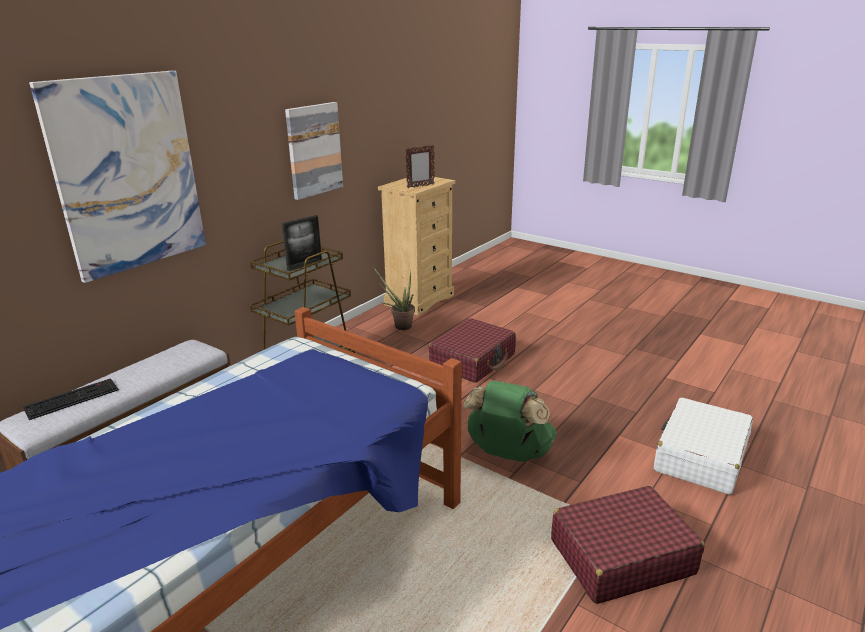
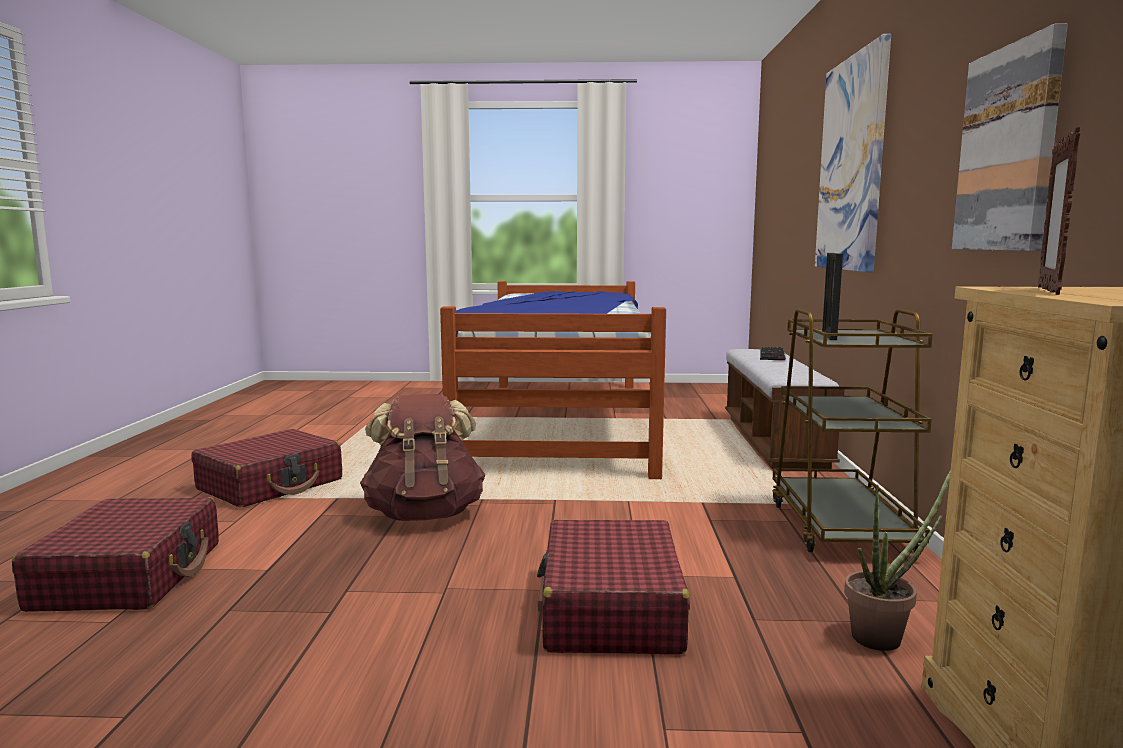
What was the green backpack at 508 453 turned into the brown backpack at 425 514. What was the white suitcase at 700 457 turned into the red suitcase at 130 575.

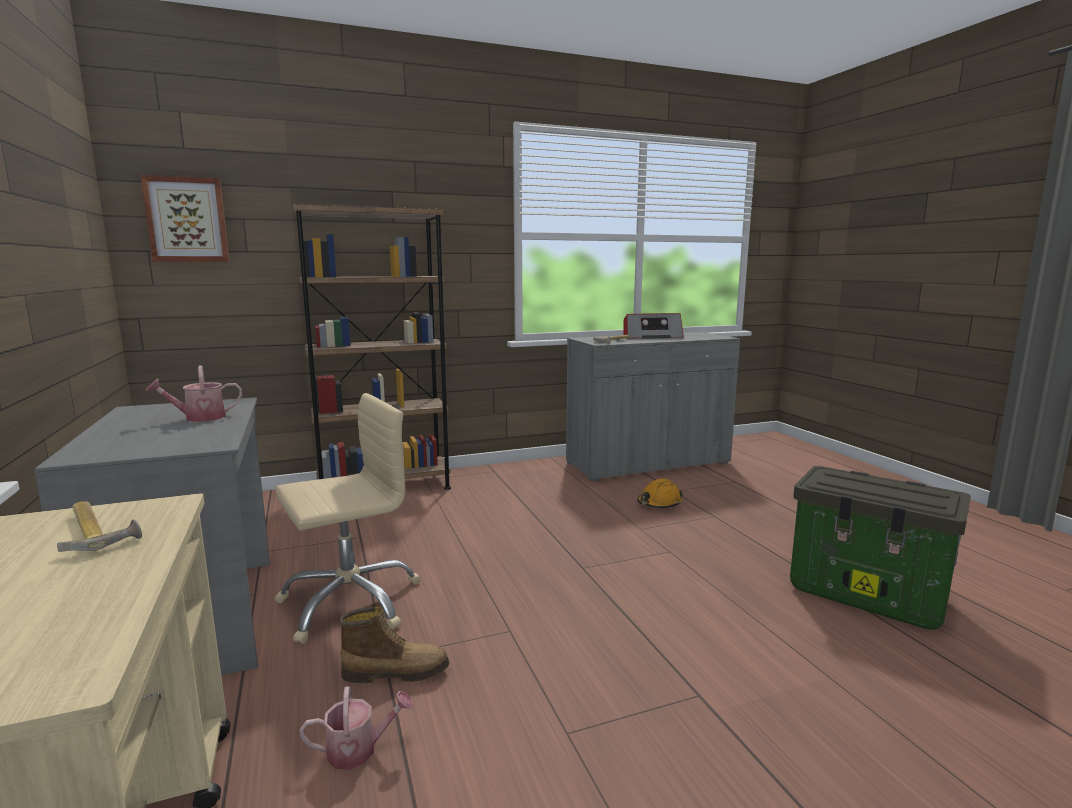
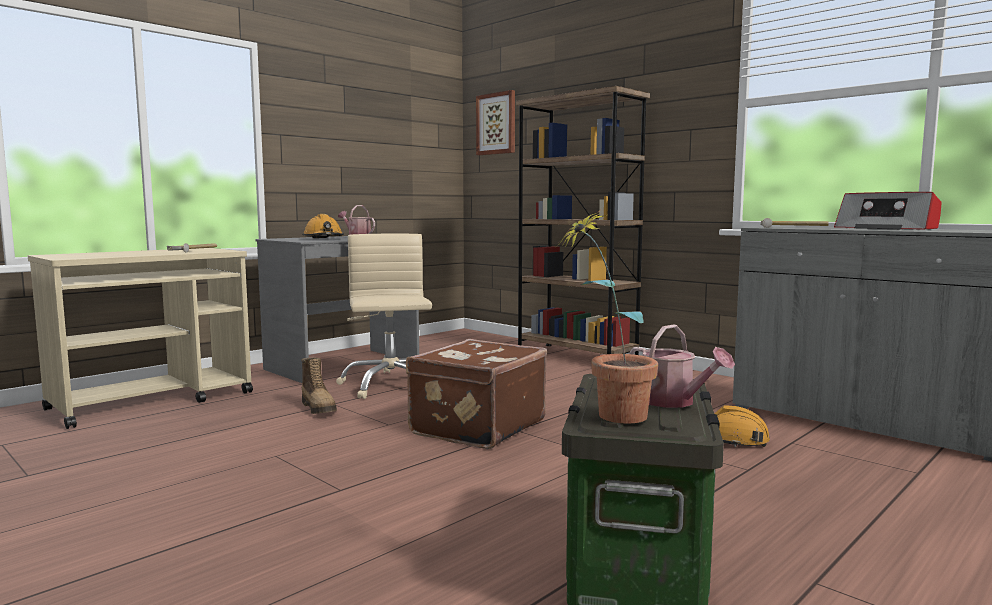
The second view gained the orange hard hat at 323 238. The second view gained the brown suitcase at 476 427. The second view gained the potted plant at 608 417. The watering can ended up elsewhere, having gone from 359 749 to 674 402. The beige office chair at 350 602 ended up facing another way, 135 degrees counterclockwise from before.

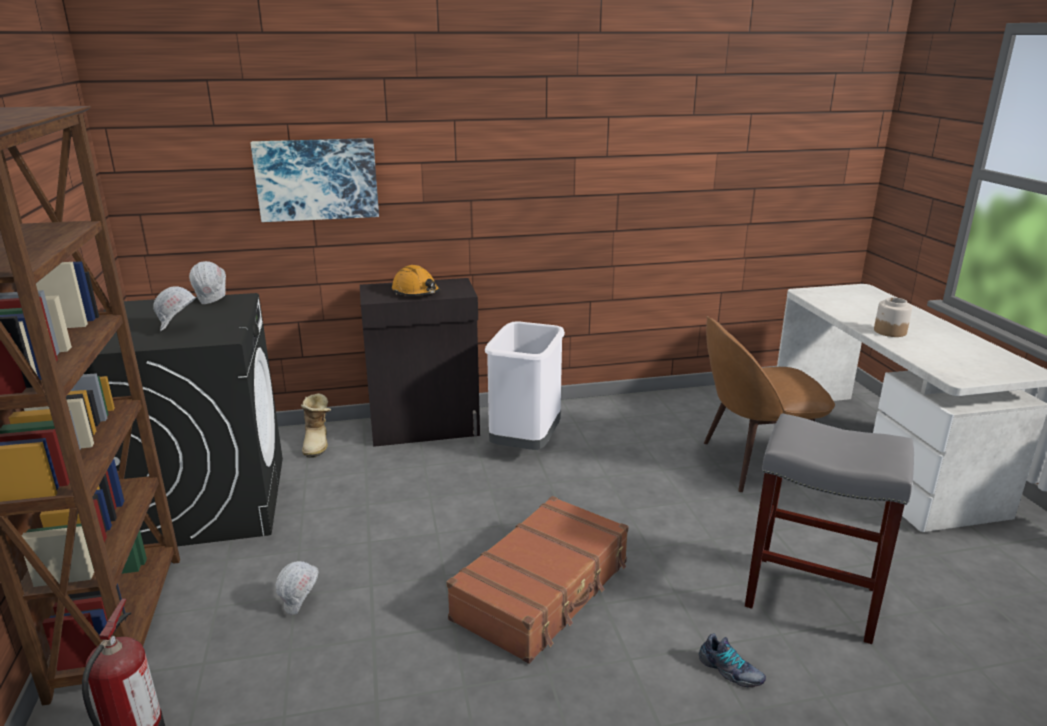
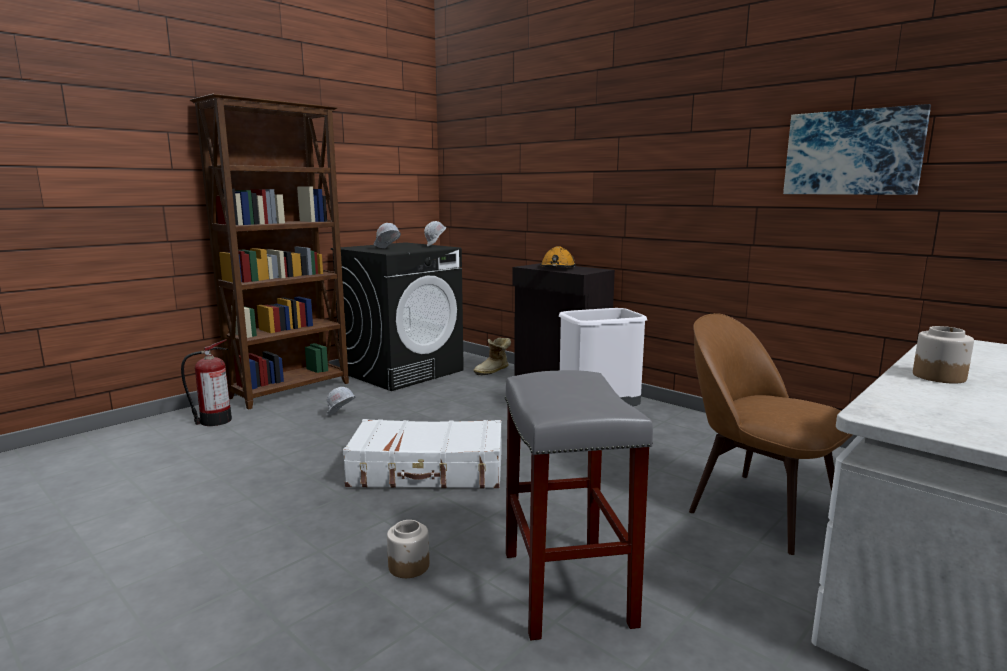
The picture ended up elsewhere, having gone from 317 179 to 852 153. Where the shoe stood at 730 671, the jar came to stand at 409 566. What was the brown suitcase at 543 590 turned into the white suitcase at 428 471.

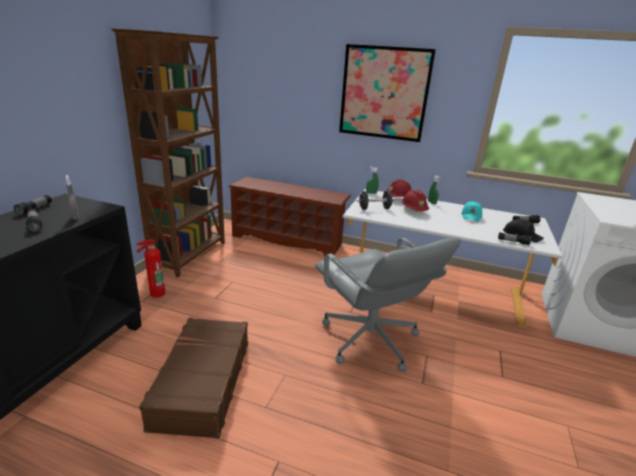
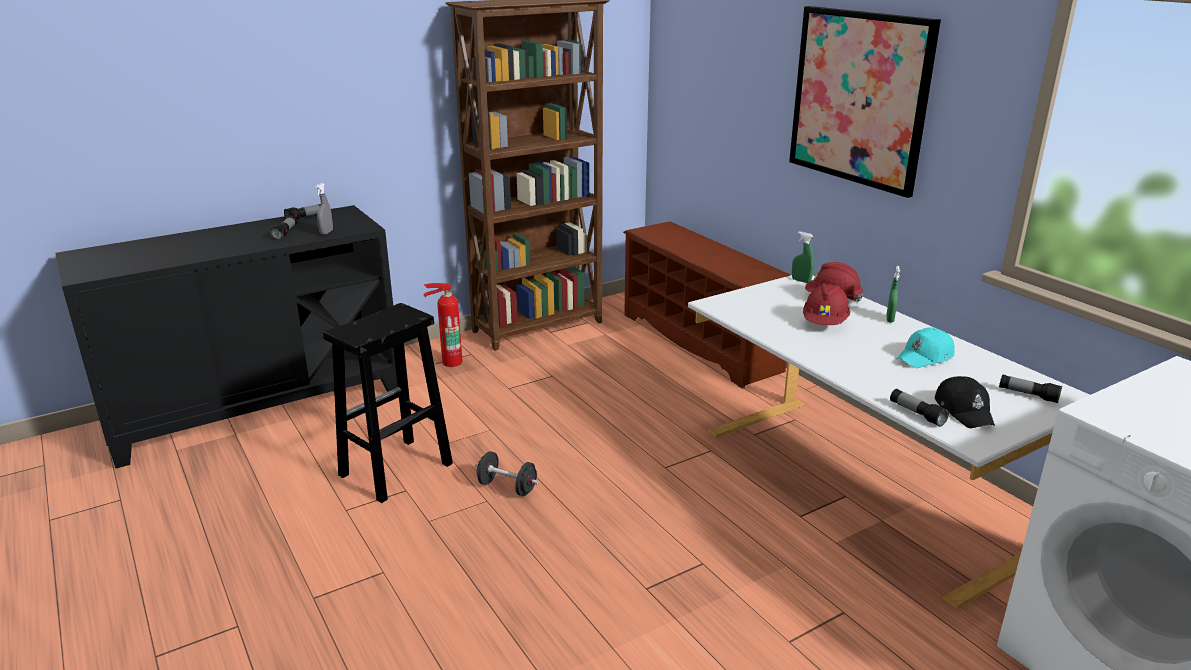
The second view lost the grey office chair at 370 340. The black dumbbell ended up elsewhere, having gone from 374 208 to 507 487. Where the brown suitcase stood at 201 383, the black stool came to stand at 394 470.

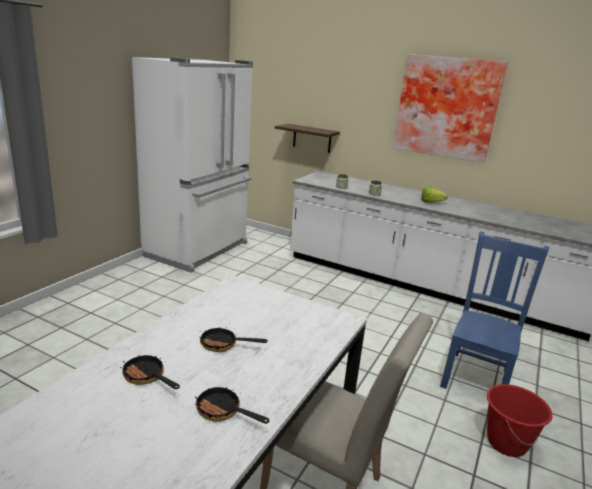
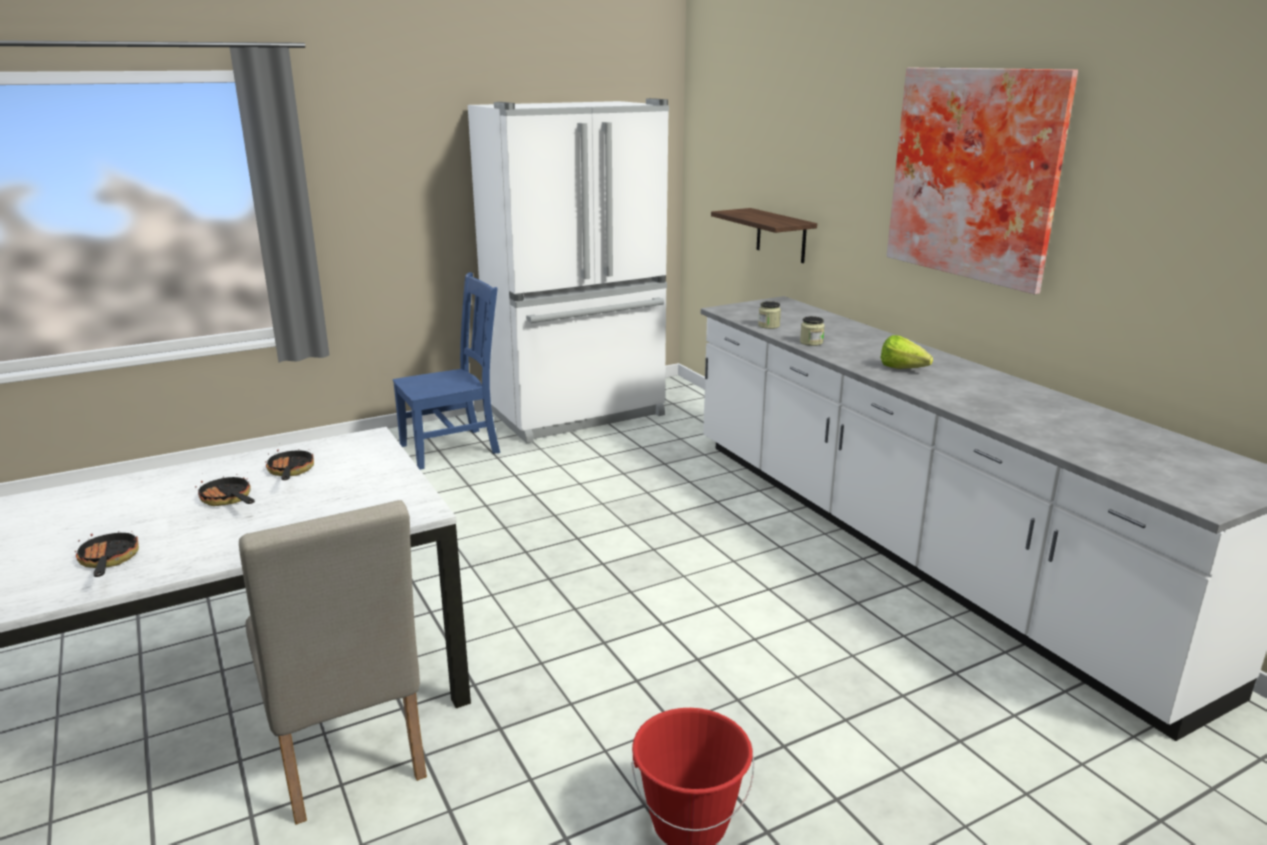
The frying pan ended up elsewhere, having gone from 147 377 to 290 472. The blue chair ended up elsewhere, having gone from 476 376 to 453 448.

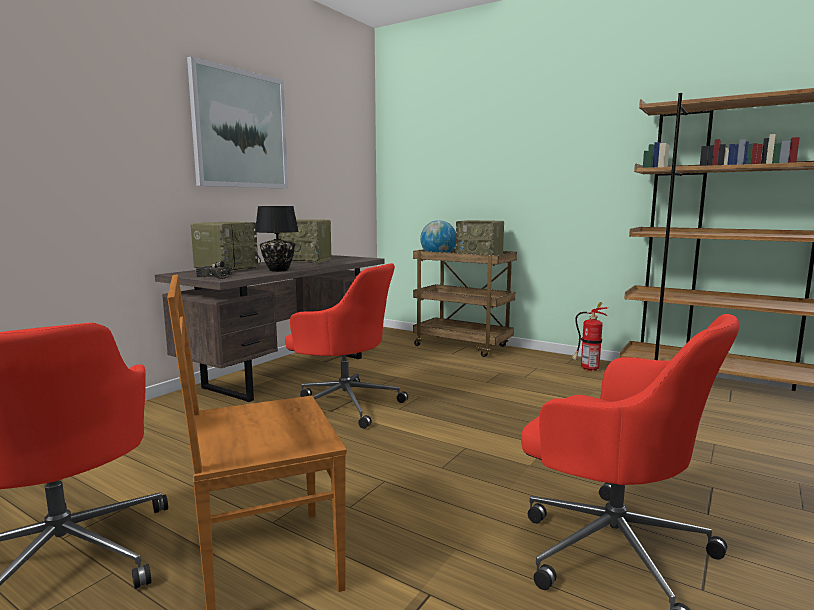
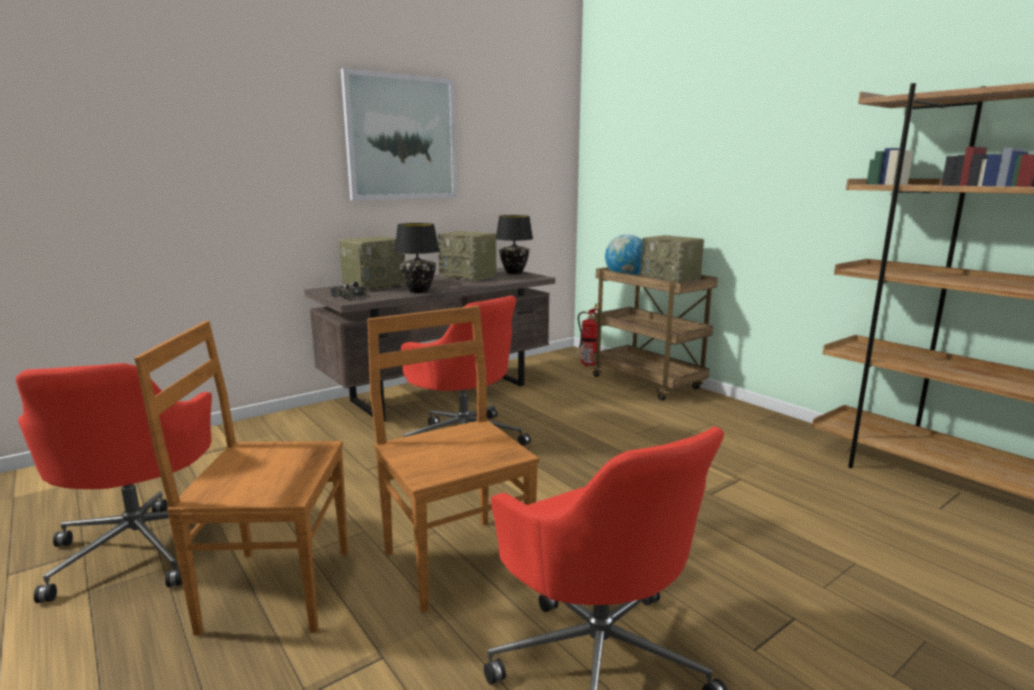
The second view gained the brown chair at 456 559. The second view gained the black table lamp at 514 272. The fire extinguisher ended up elsewhere, having gone from 587 369 to 587 364.

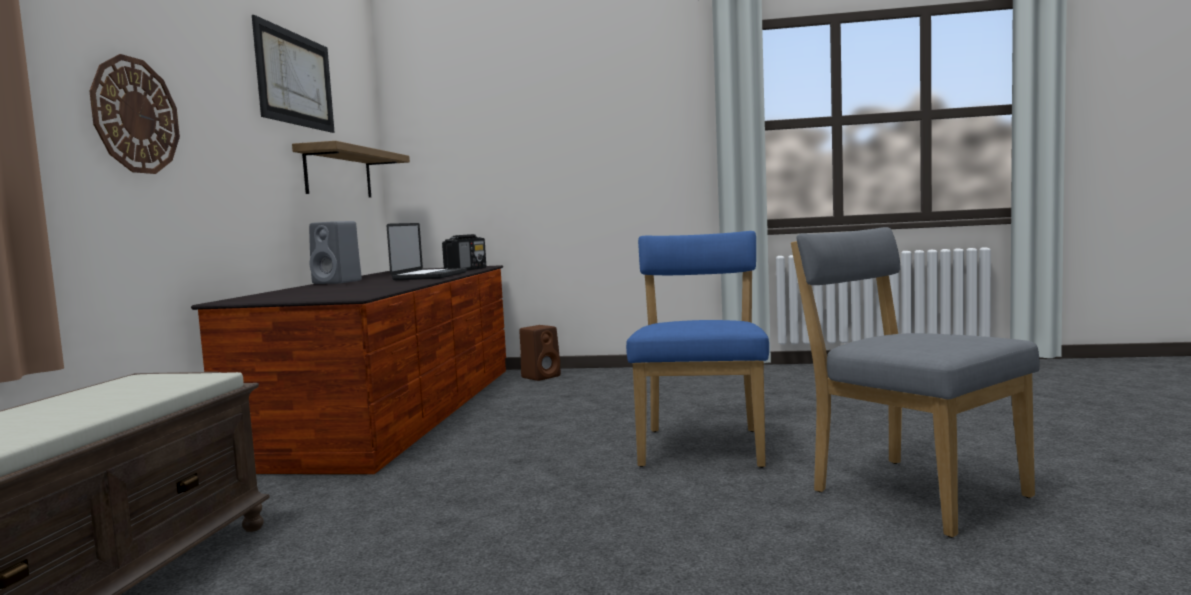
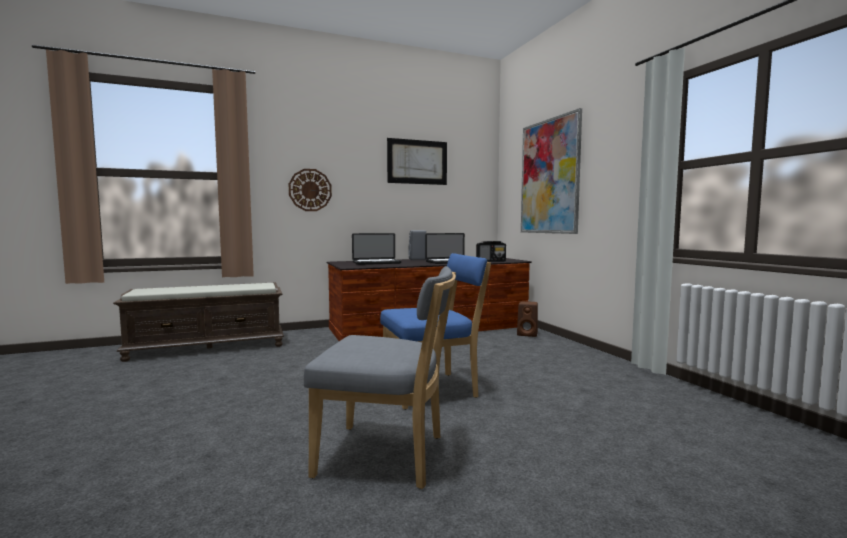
The second view lost the shelf at 338 173. The second view gained the laptop at 376 263. The second view gained the picture at 549 176. The grey chair at 910 492 ended up facing another way, 75 degrees clockwise from before.

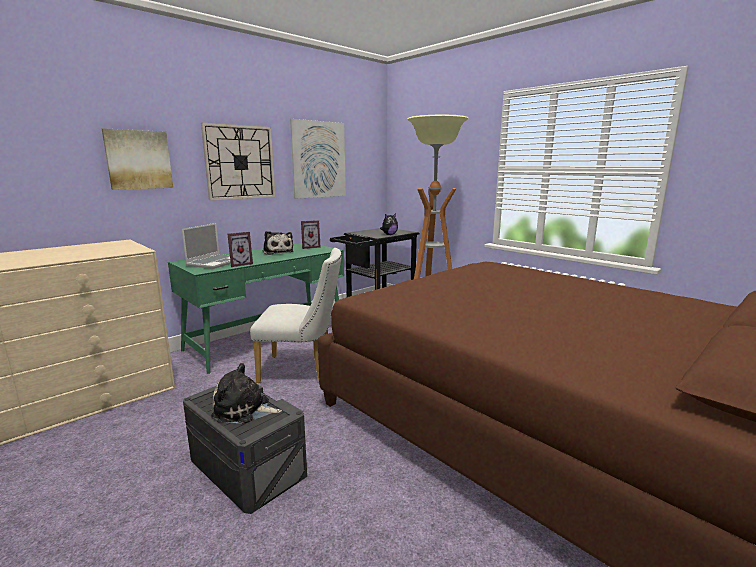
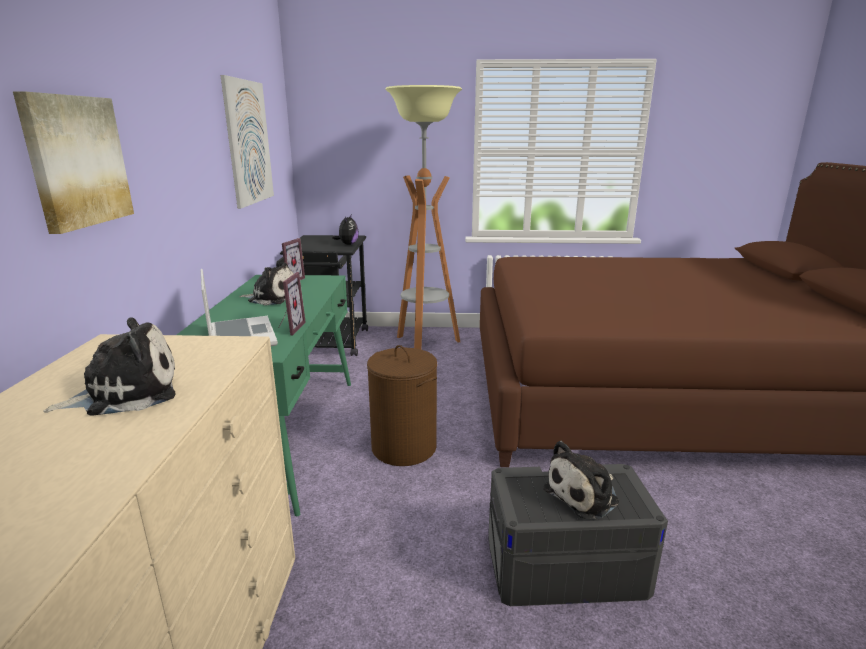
The second view lost the wall clock at 240 162. The second view gained the plush toy at 126 392. Where the white chair stood at 302 369, the brown laundry basket came to stand at 404 447.

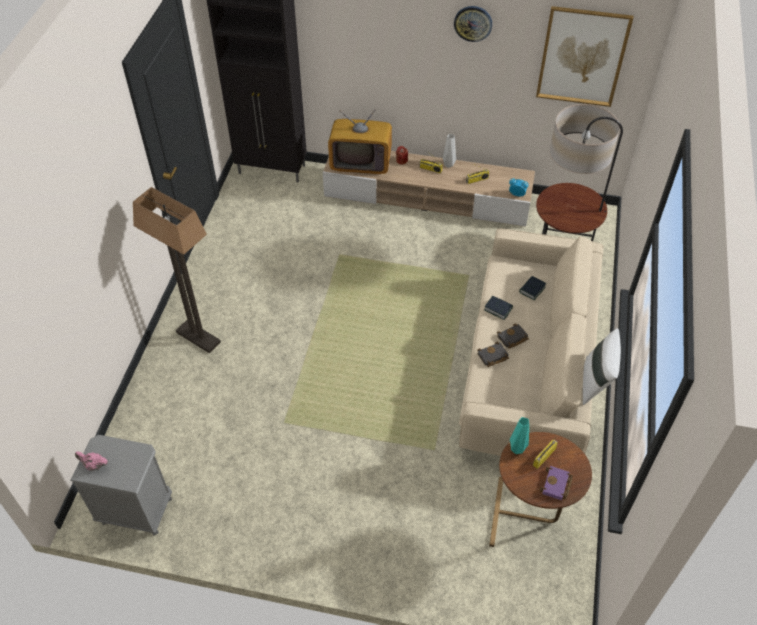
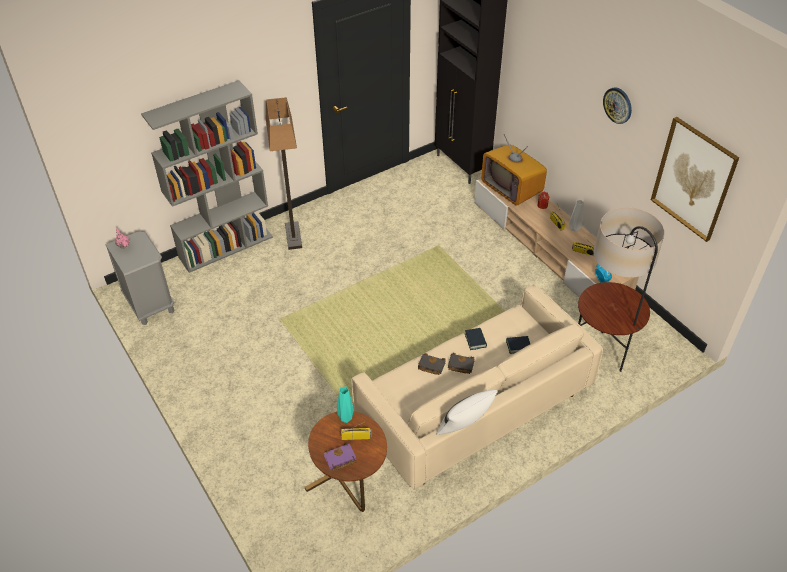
The second view gained the grey bookcase at 226 246.

